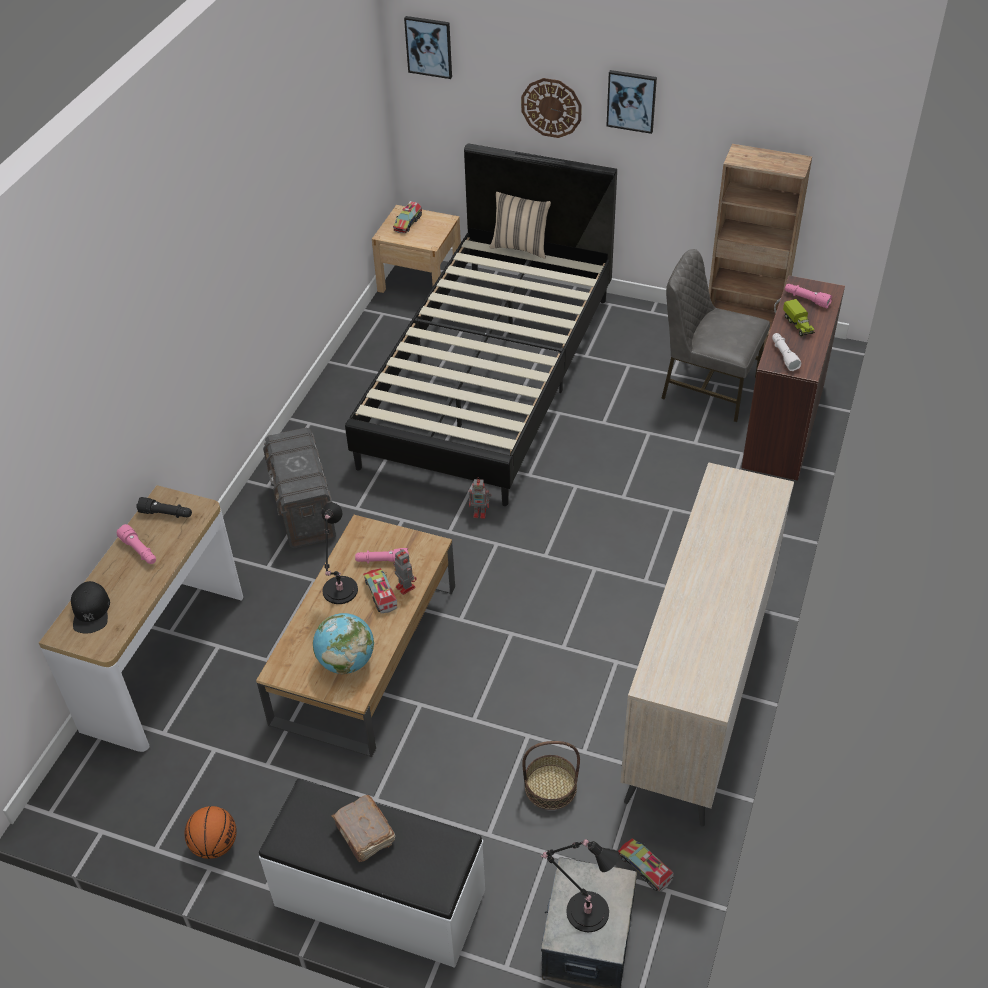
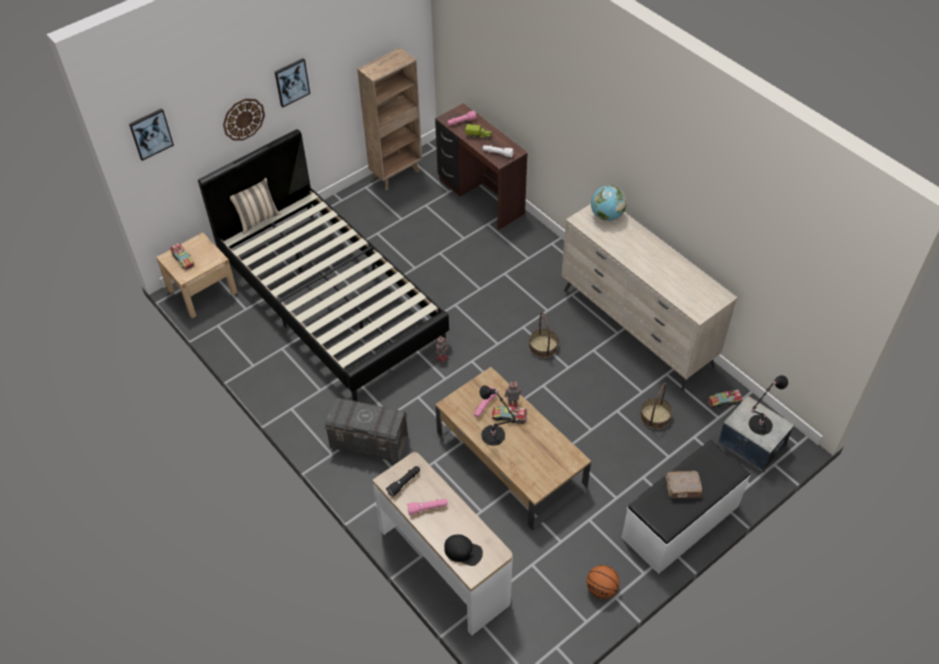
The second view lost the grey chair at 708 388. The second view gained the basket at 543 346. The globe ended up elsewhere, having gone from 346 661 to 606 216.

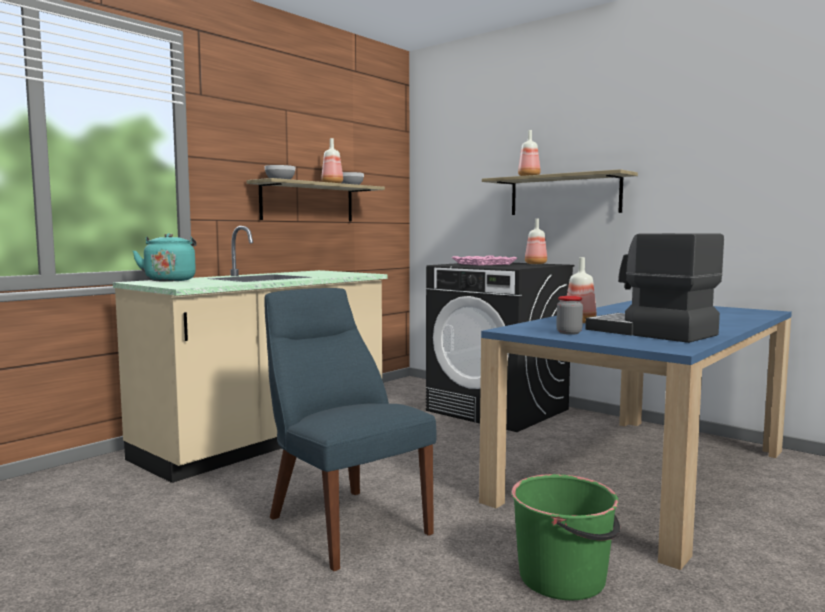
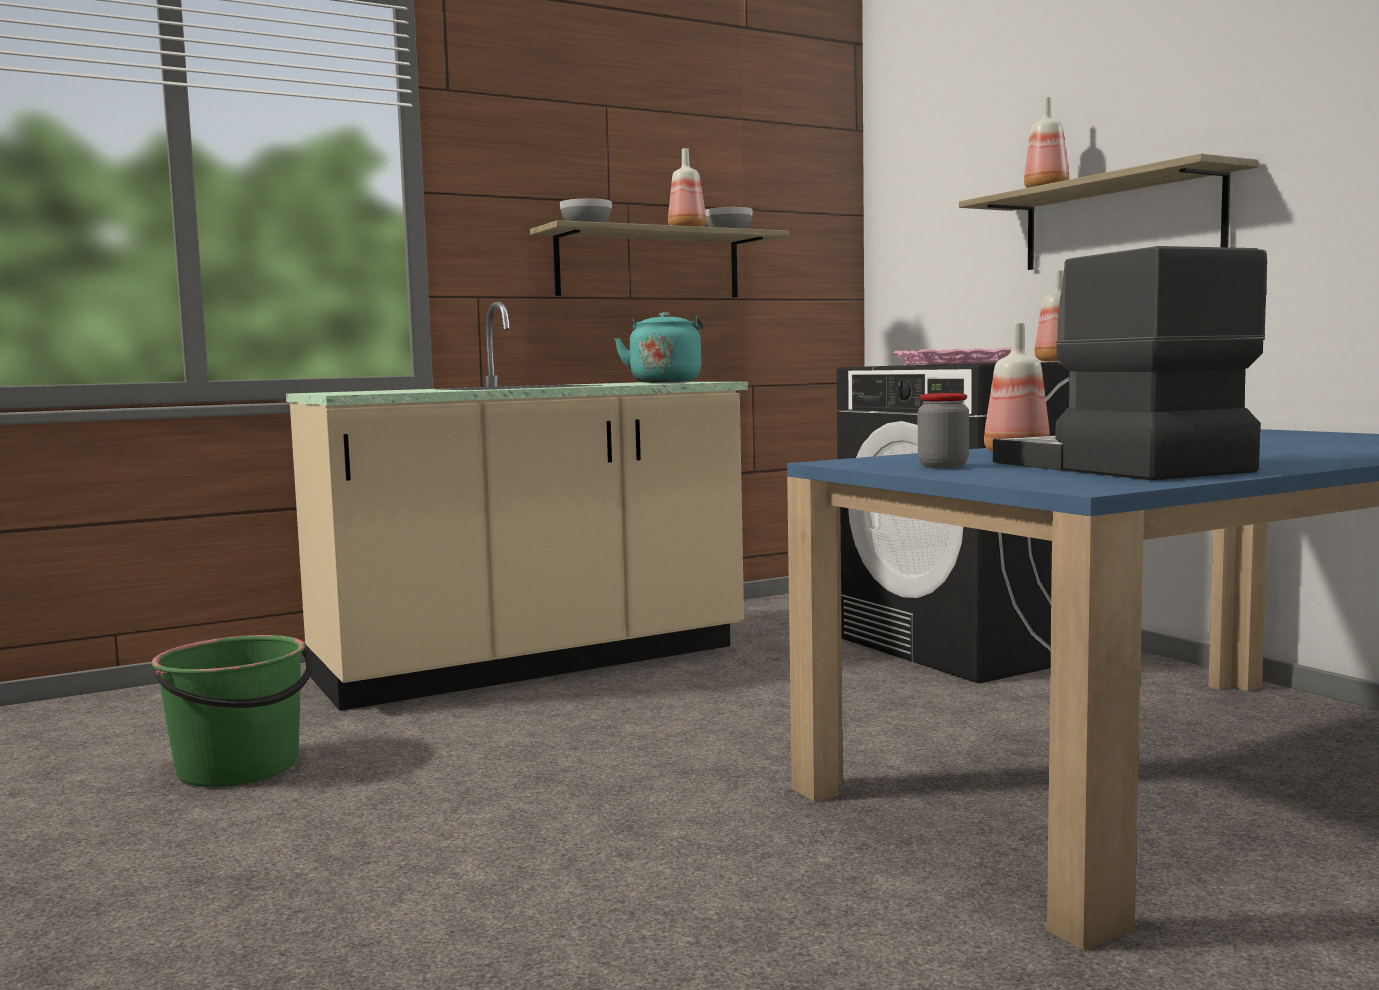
The second view lost the blue chair at 343 523. The turquoise kettle ended up elsewhere, having gone from 170 280 to 665 382. The green bucket ended up elsewhere, having gone from 563 578 to 240 768.

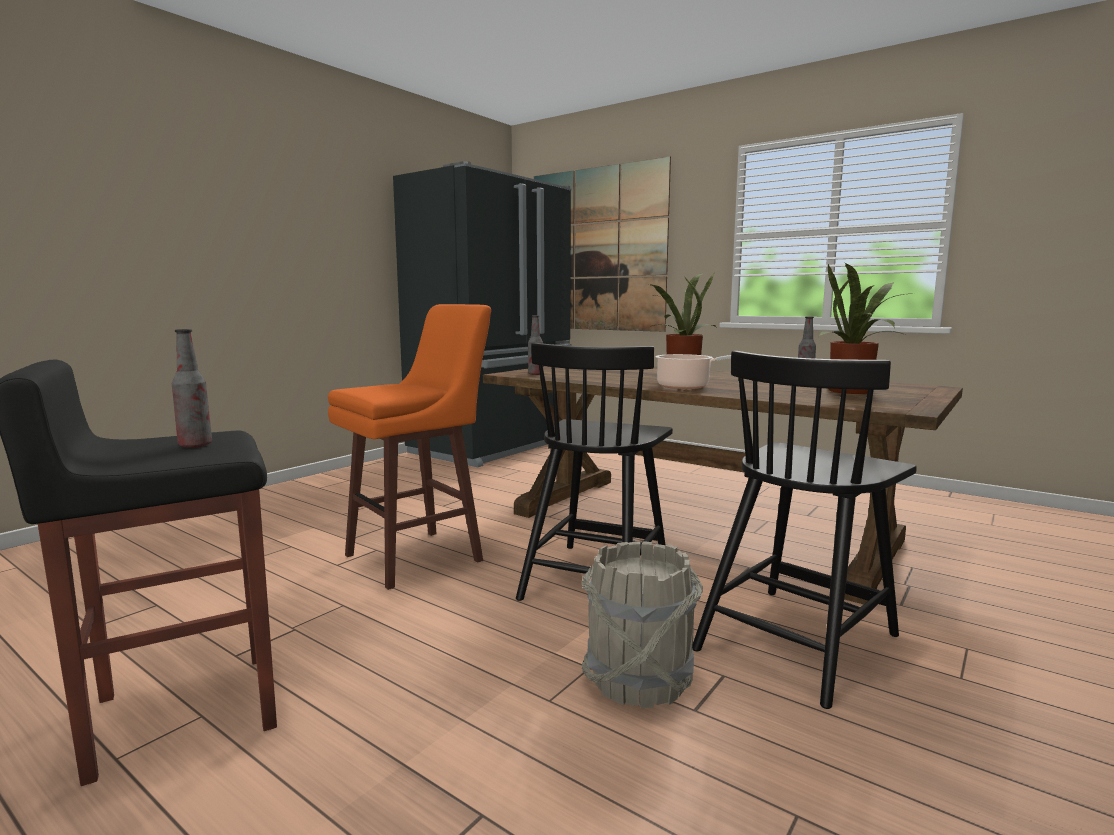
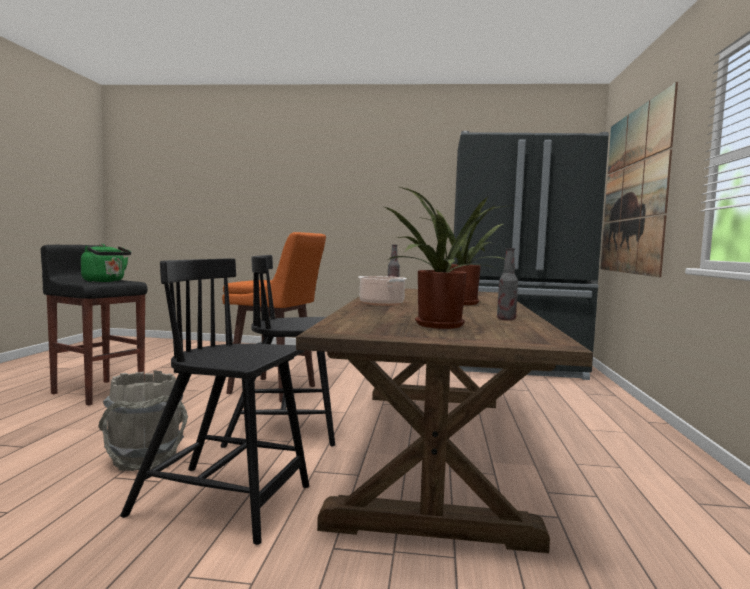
Where the bottle stood at 195 445, the green kettle came to stand at 105 281.

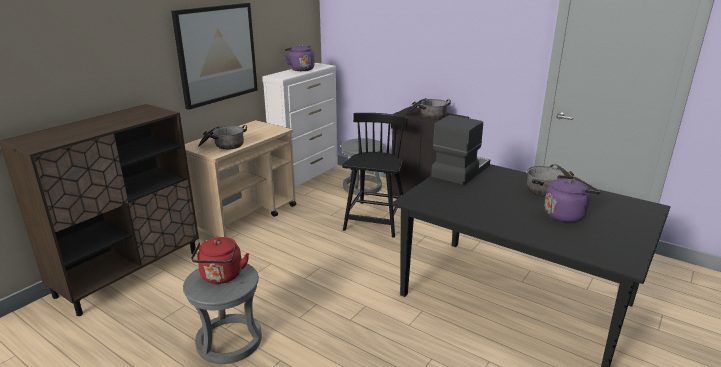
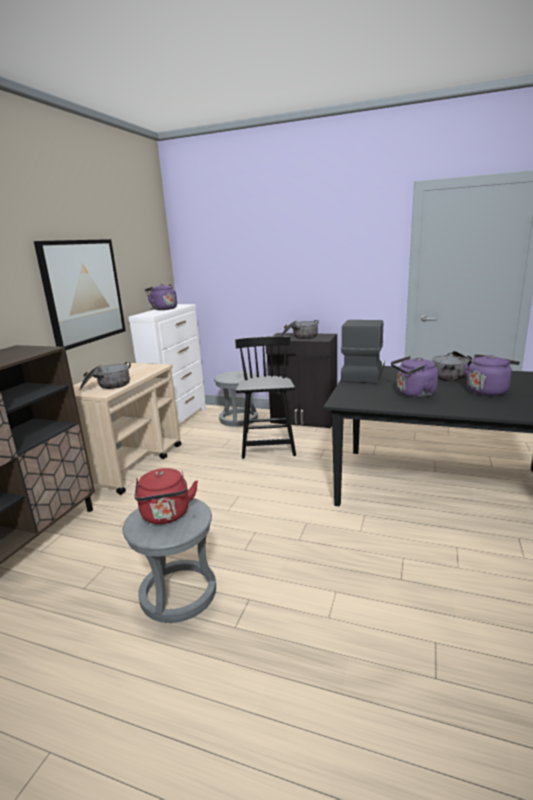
The second view gained the purple kettle at 413 394.

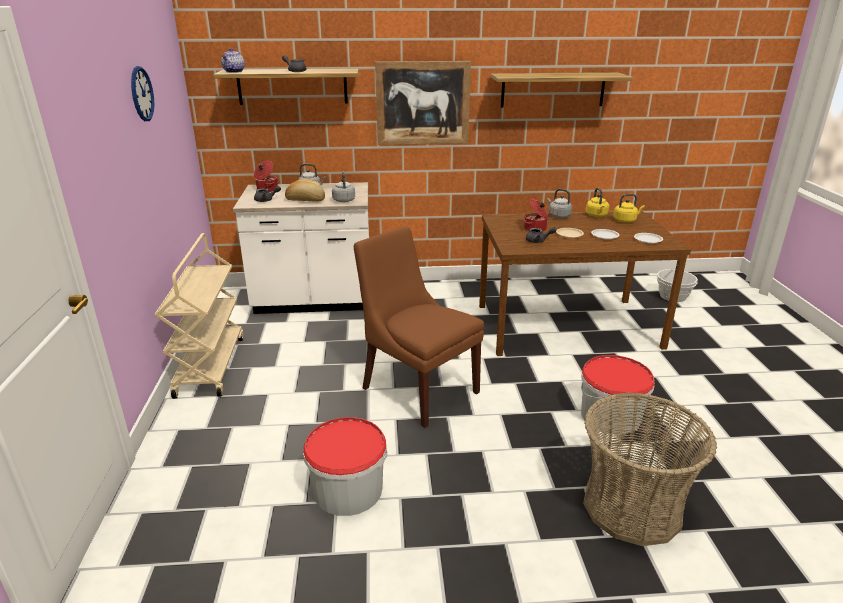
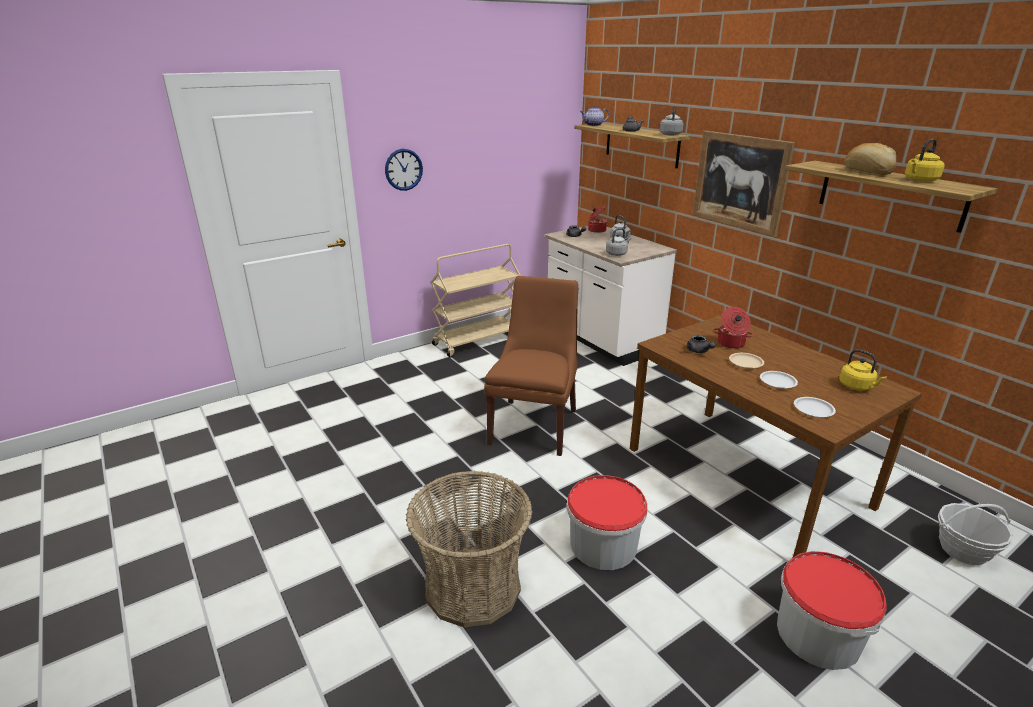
The wall clock ended up elsewhere, having gone from 142 94 to 403 169. The bread ended up elsewhere, having gone from 305 200 to 867 172. The bucket ended up elsewhere, having gone from 348 490 to 818 634. The grey kettle ended up elsewhere, having gone from 558 216 to 670 134. The yellow kettle ended up elsewhere, having gone from 596 215 to 920 180.

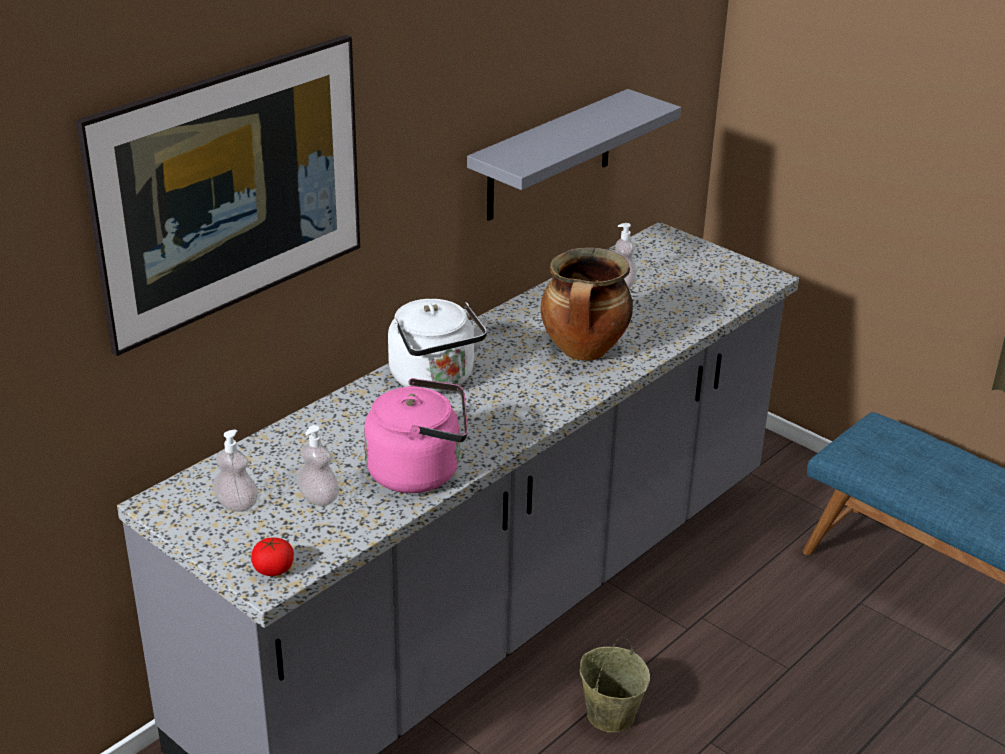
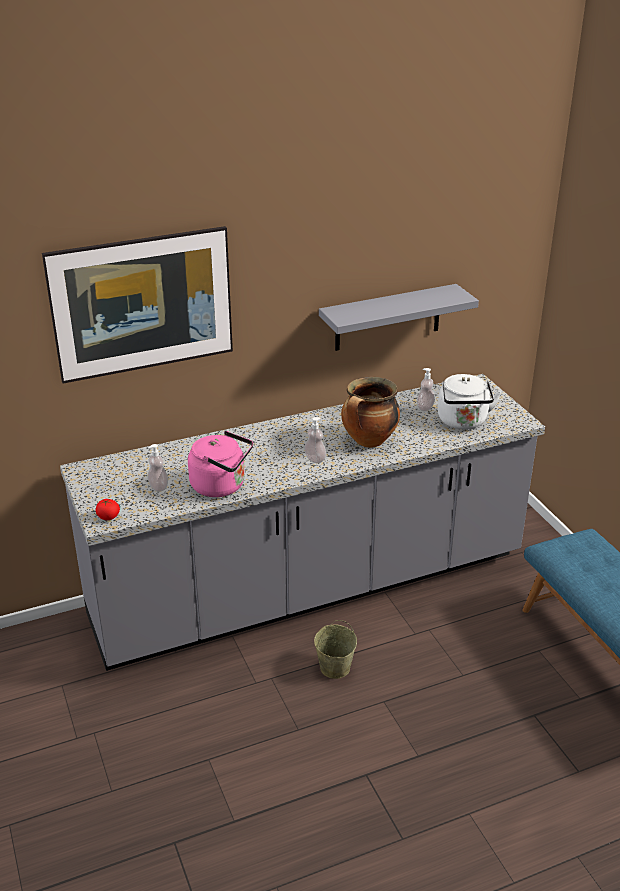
The soap dispenser ended up elsewhere, having gone from 236 504 to 315 459. The white kettle ended up elsewhere, having gone from 435 380 to 463 422.

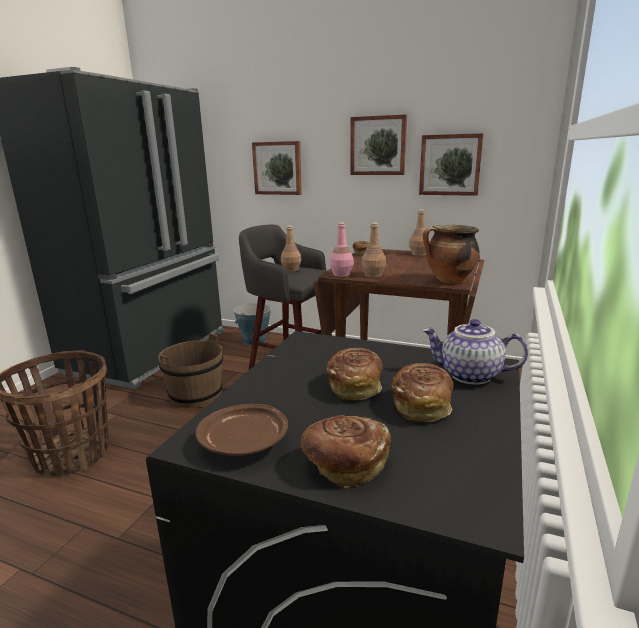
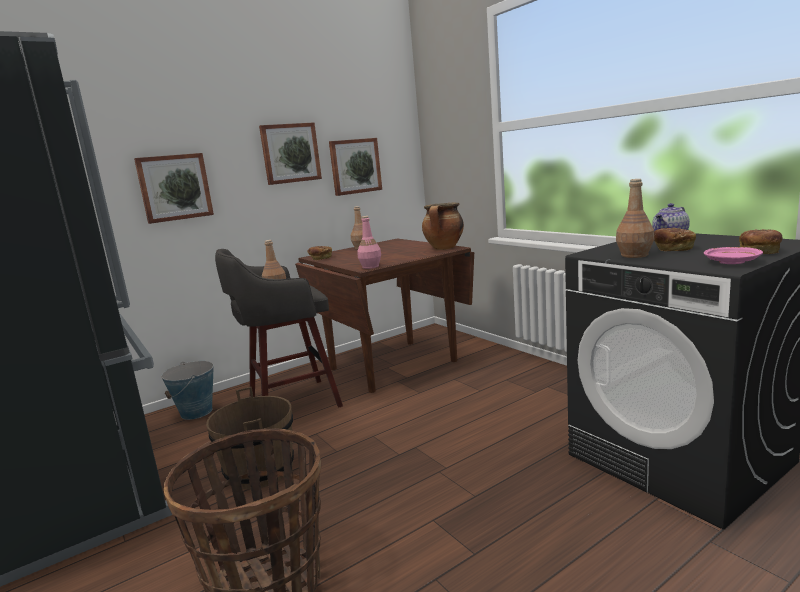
The second view lost the bread at 422 405. The brown bottle ended up elsewhere, having gone from 373 275 to 634 255. What was the brown plate at 245 442 turned into the pink plate at 732 262.

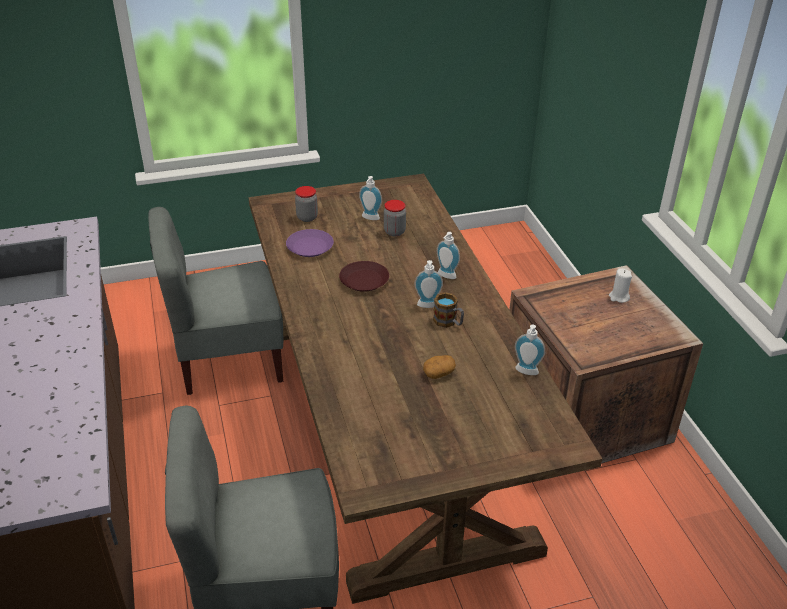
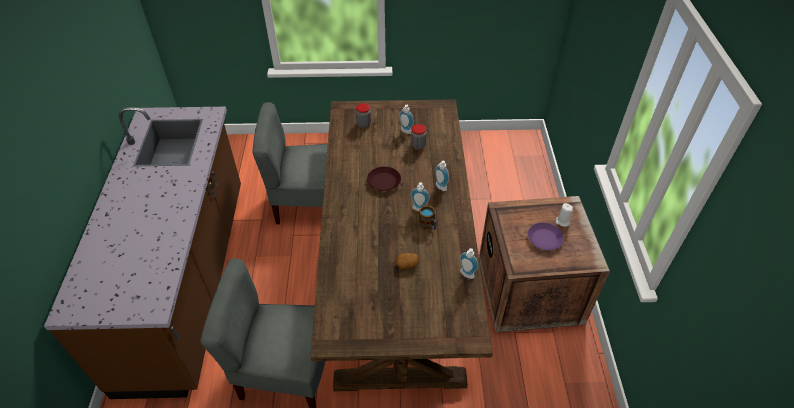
The purple plate ended up elsewhere, having gone from 310 247 to 545 239.

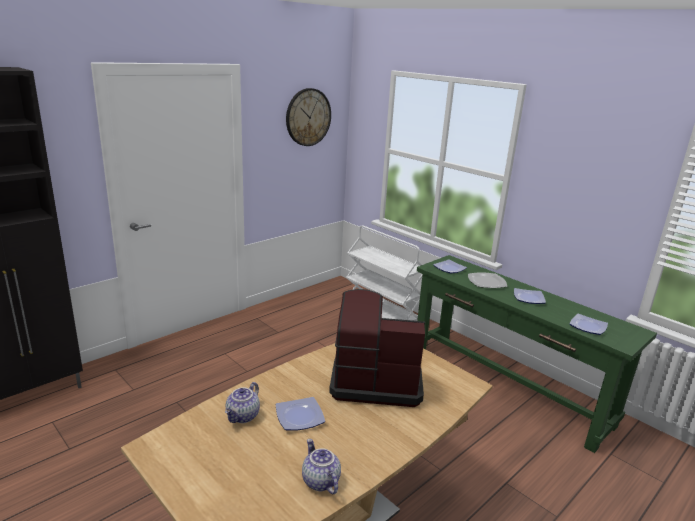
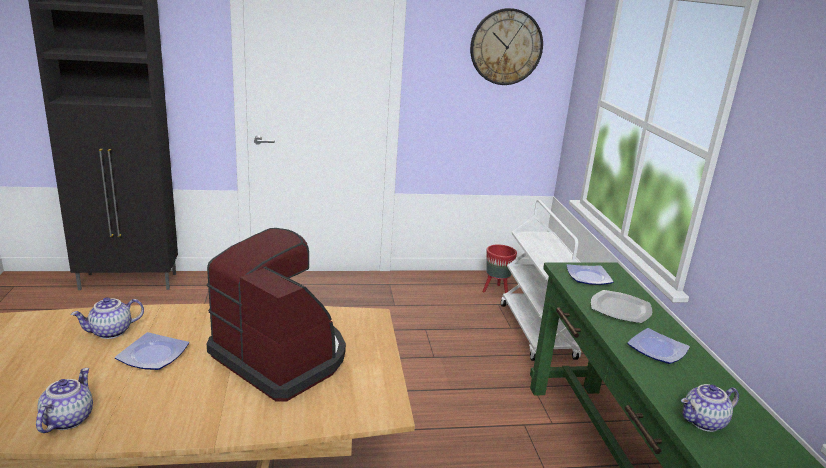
The second view gained the red planter at 496 291. Where the plate stood at 588 327, the teapot came to stand at 704 422.

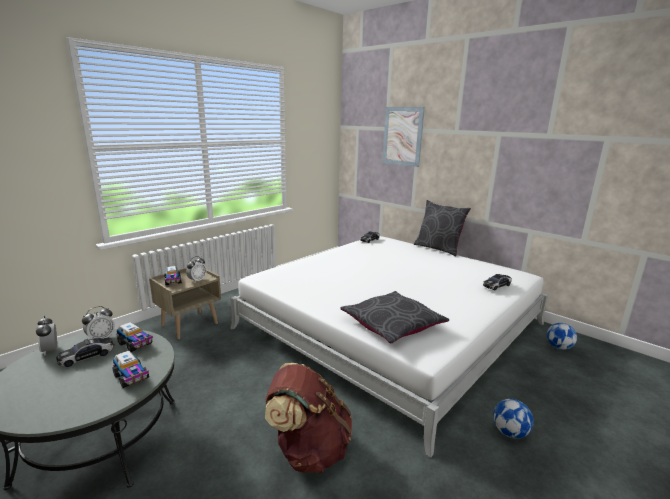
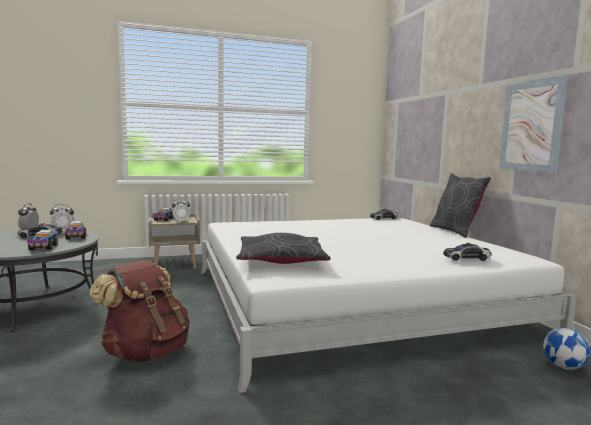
The second view lost the football at 509 432. The picture ended up elsewhere, having gone from 402 136 to 531 126.

